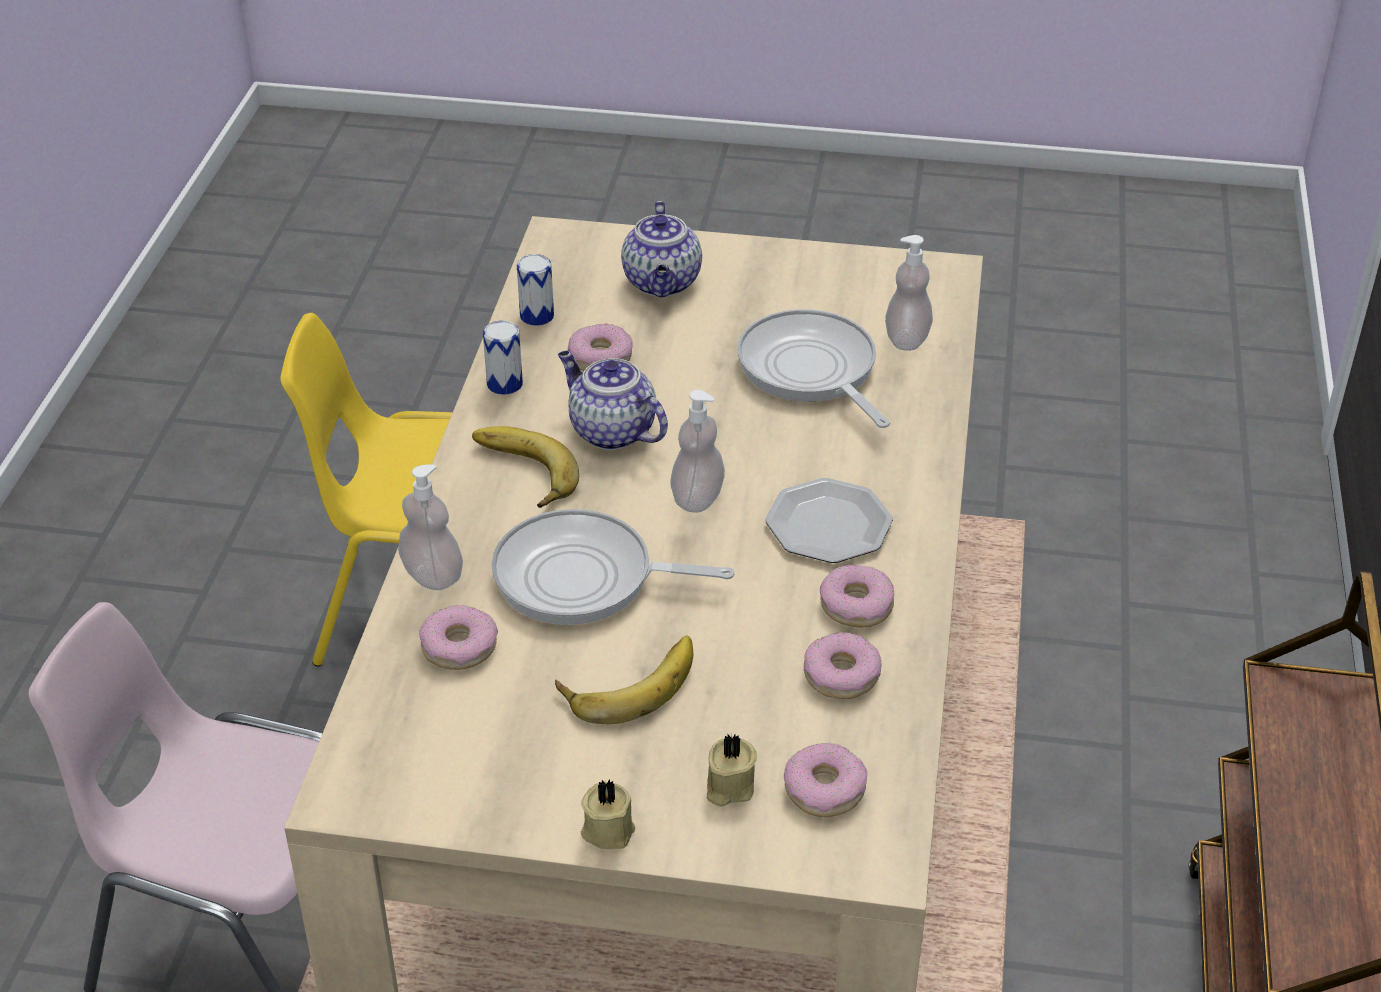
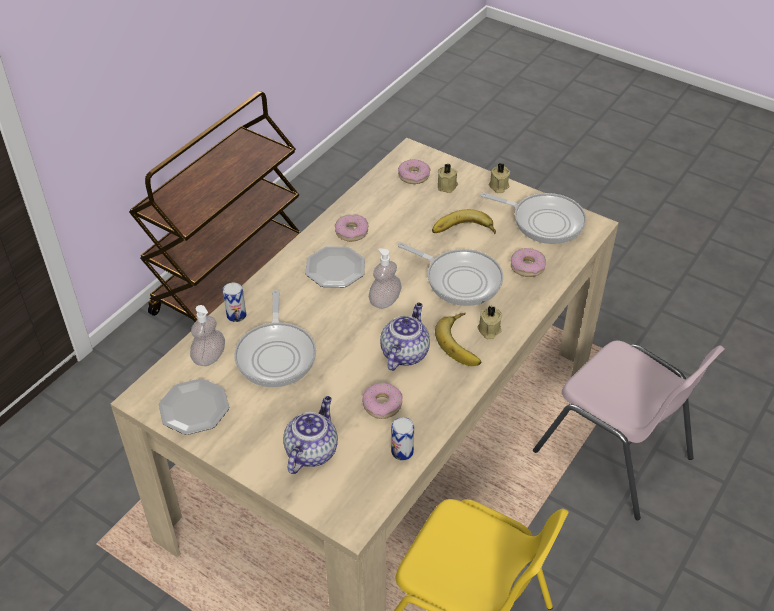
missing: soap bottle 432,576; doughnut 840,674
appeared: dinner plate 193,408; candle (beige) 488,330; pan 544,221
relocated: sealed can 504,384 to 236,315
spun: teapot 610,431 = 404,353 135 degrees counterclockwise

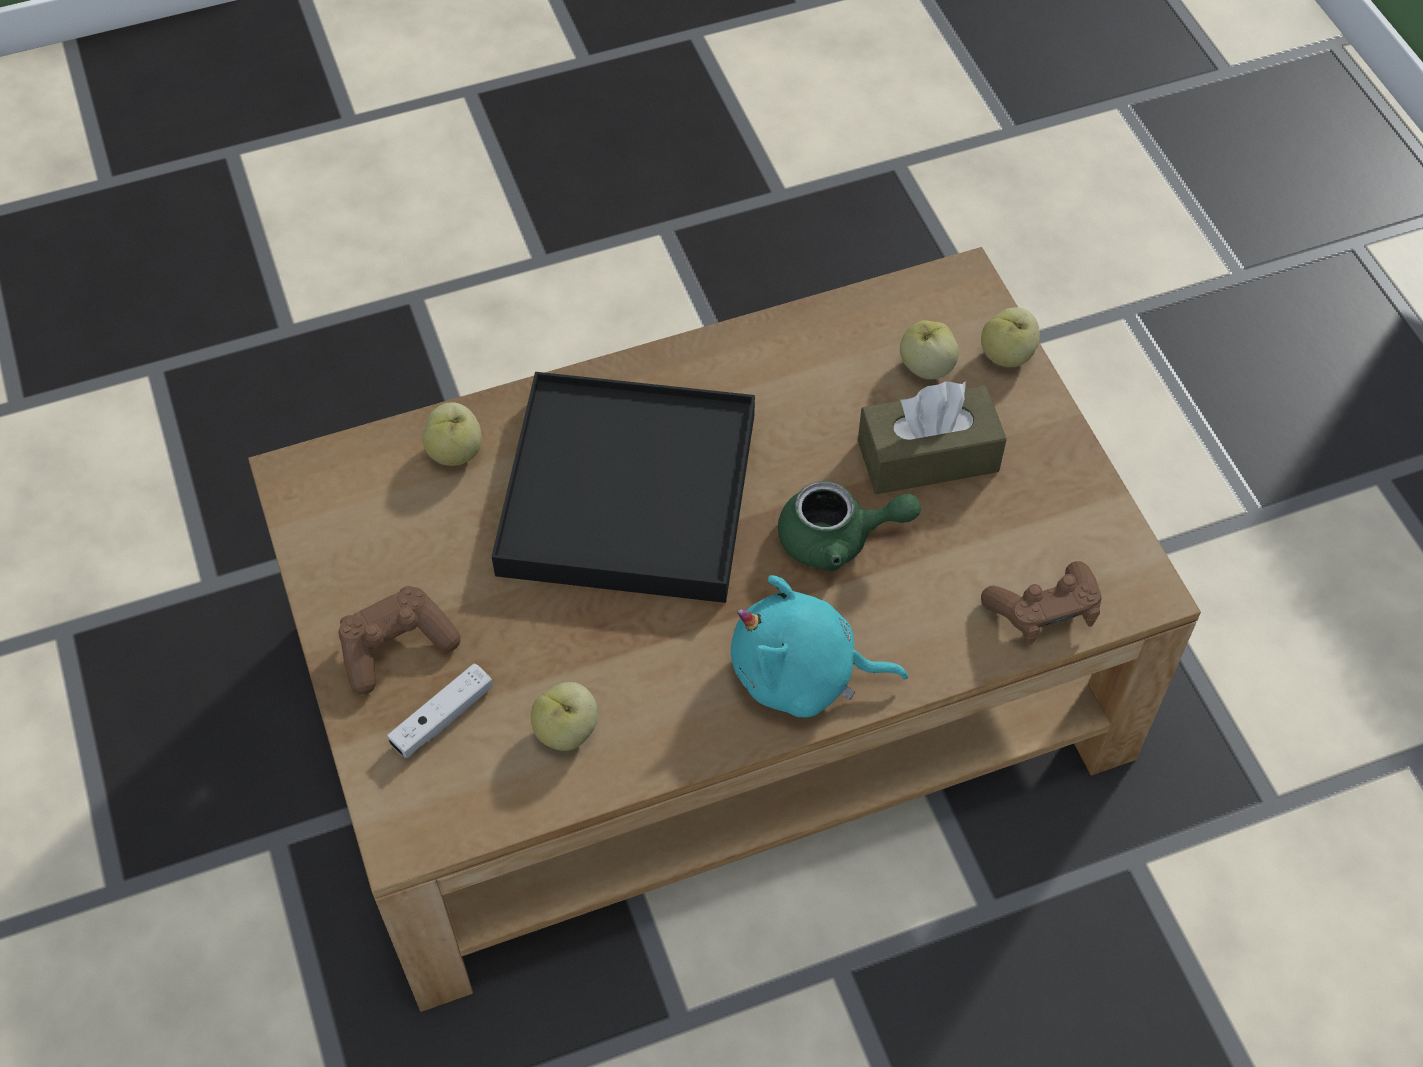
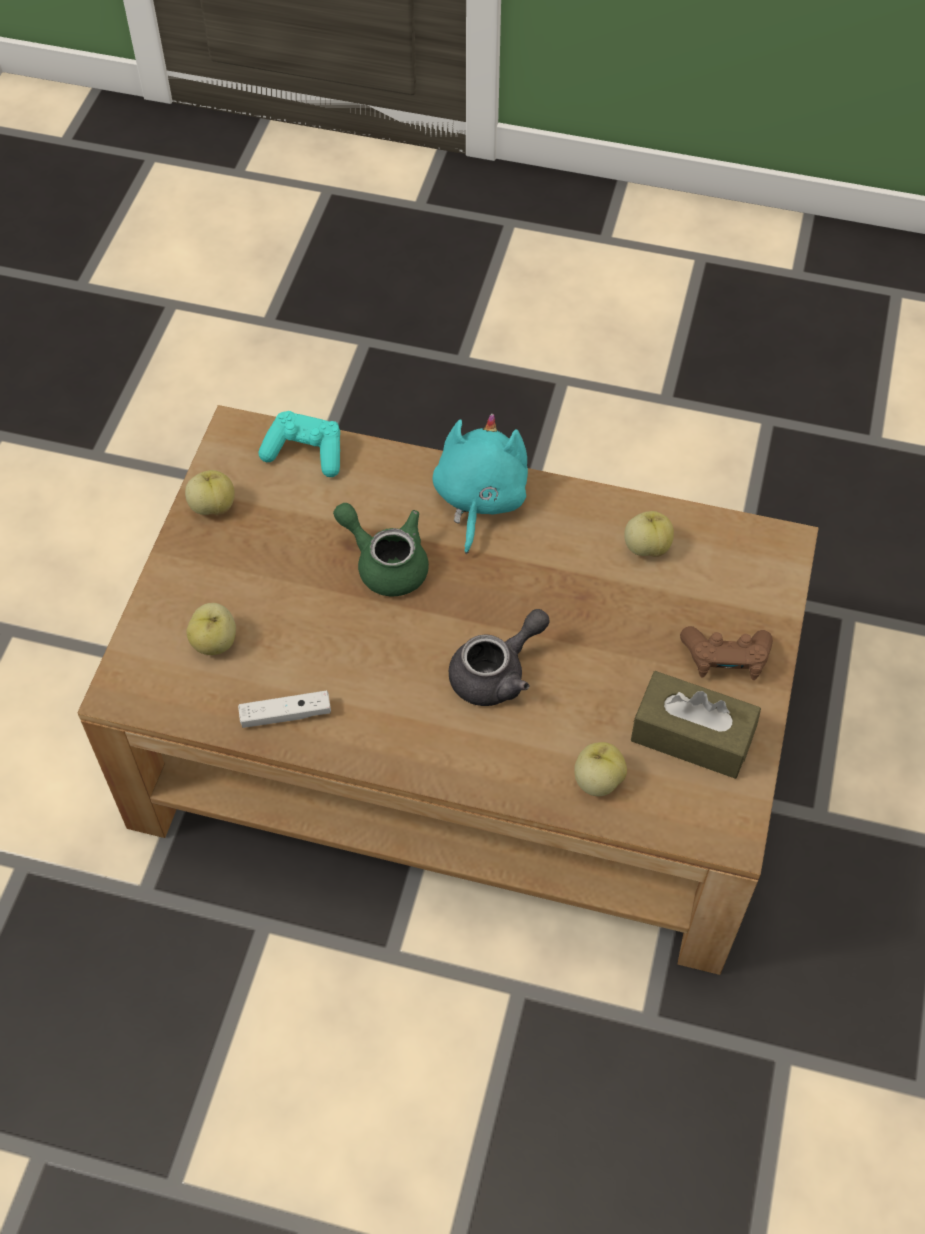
relocated: apple 1007,355 to 213,506; joypad (whitish) 442,718 to 286,715; tissue holder (brown-coloured) 928,456 to 692,736
exchanged: serving tray (blackish) 629,494 to teapot (gray) 497,673
colour: joypad (brown-coloured) 1044,612 to joypad (turquoise-coloured) 305,453
spun: plush toy (turquoise-coloured) 802,675 = 479,499 120 degrees counterclockwise

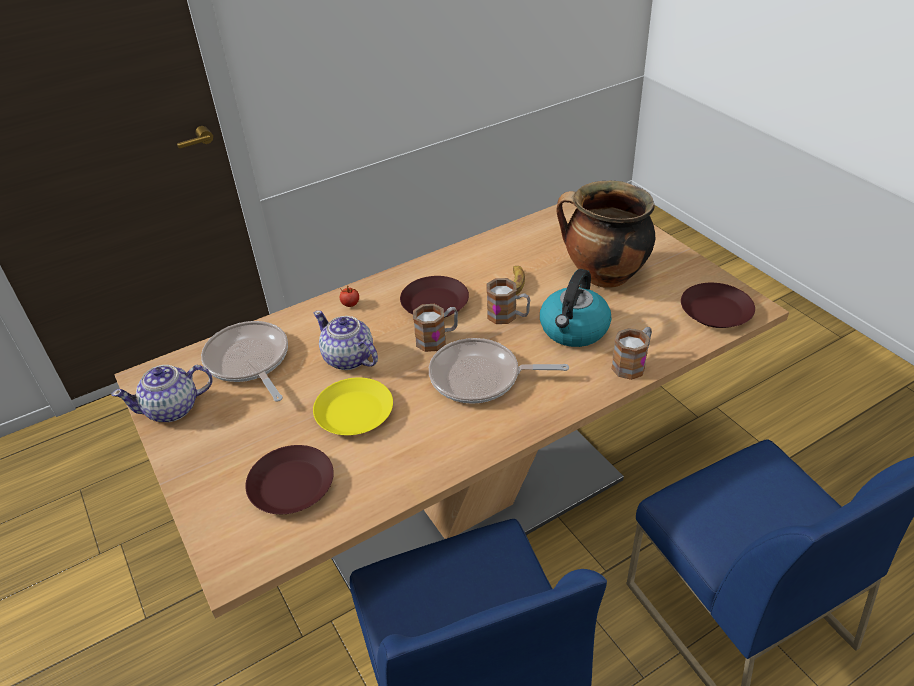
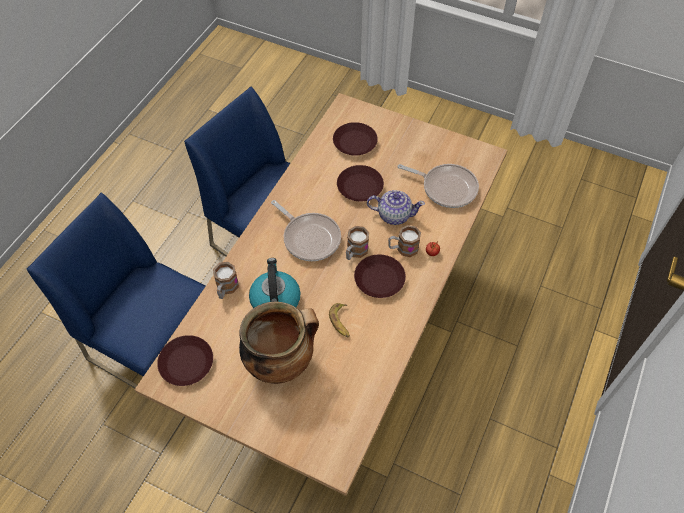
missing: teapot 173,409
relocated: mug 508,316 to 403,248
colour: dinner plate (yellow-coloured) 355,412 to dinner plate (brown-coloured) 360,187
spun: pan 480,377 = 309,237 75 degrees clockwise

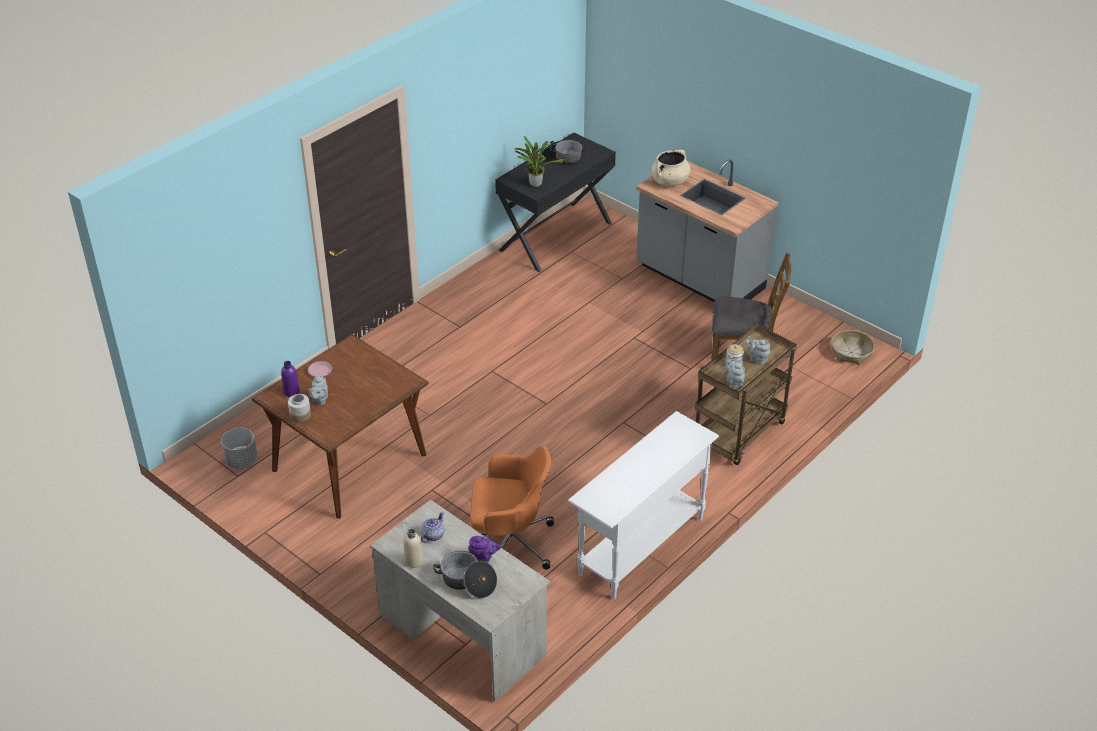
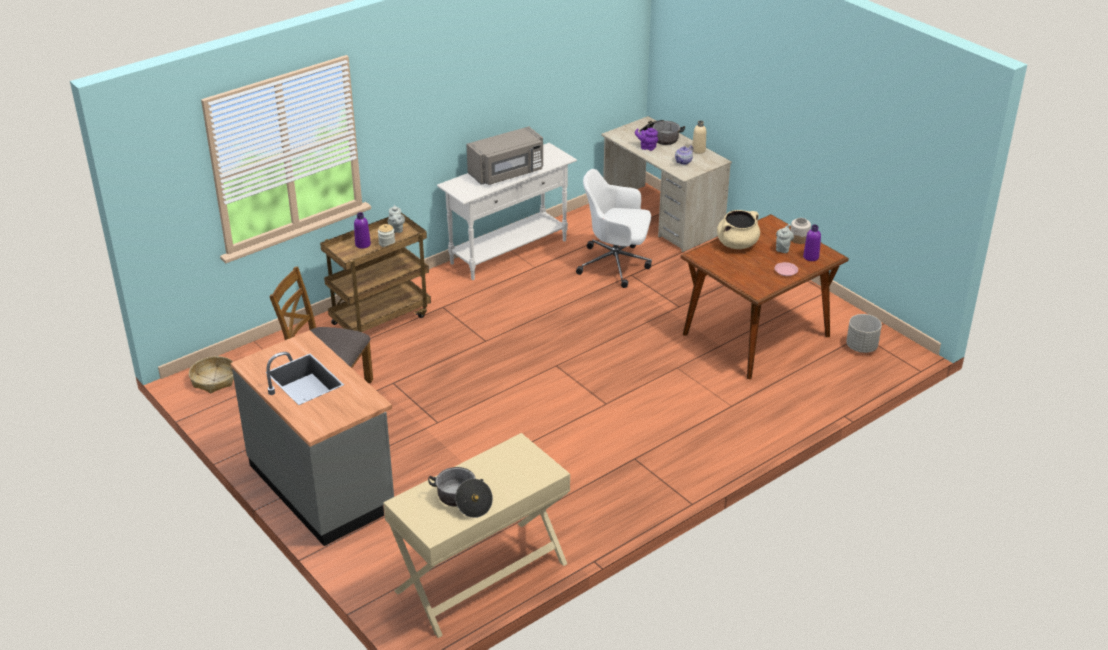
missing: plant in a pot 535,183
appeared: kitchen microwave (gray) 507,173
relocated: saucepot (beige) 670,181 to 737,244
exchanged: teapot (gray) 757,359 to beverage bottle (purplish) 363,244
colour: desk table (blackish) 555,236 to desk table (beige) 482,578; computer chair (orange-coloured) 510,543 to computer chair (whitish) 616,264

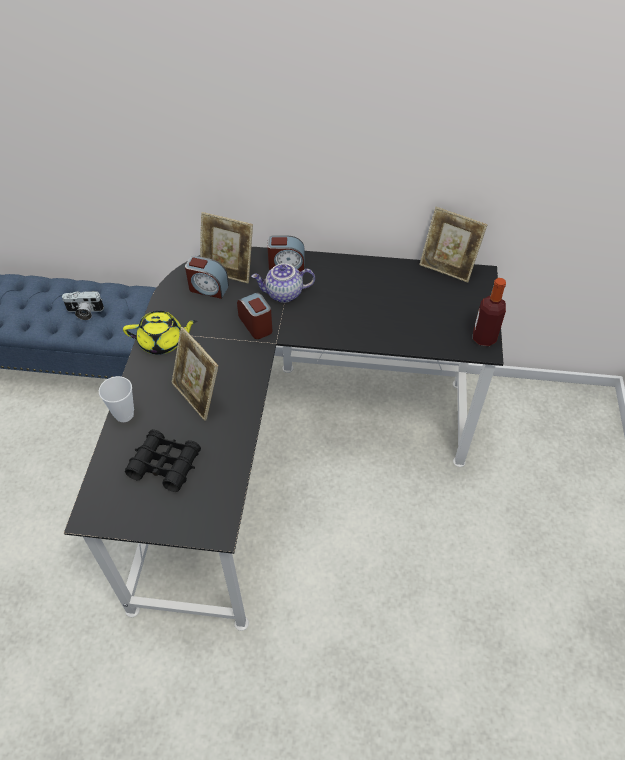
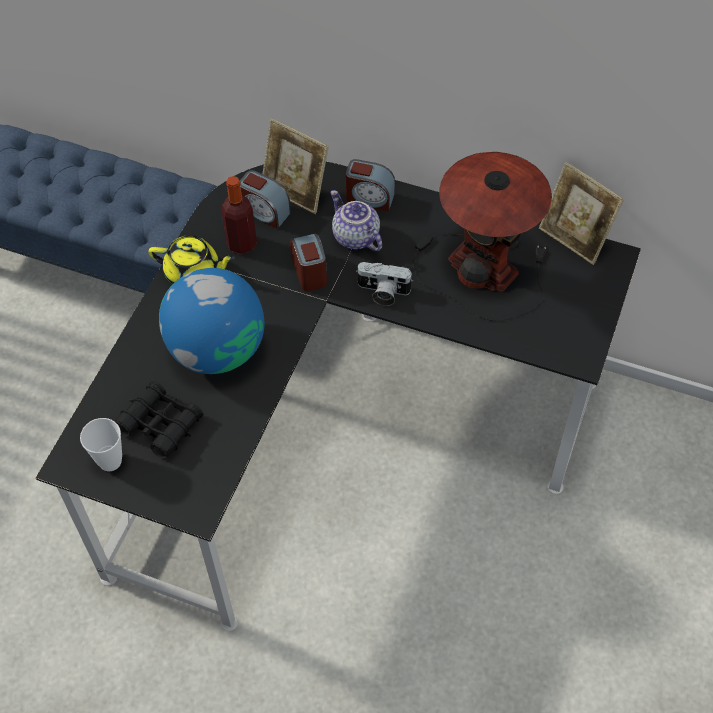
appeared: tabletop lamp 483,268
relocated: cup 124,414 to 110,461; beverage bottle 484,338 to 241,243; still camera 84,312 to 382,292
exchanged: standing frame 198,396 to desk globe 217,349
spun: teapot 284,294 = 354,237 45 degrees clockwise

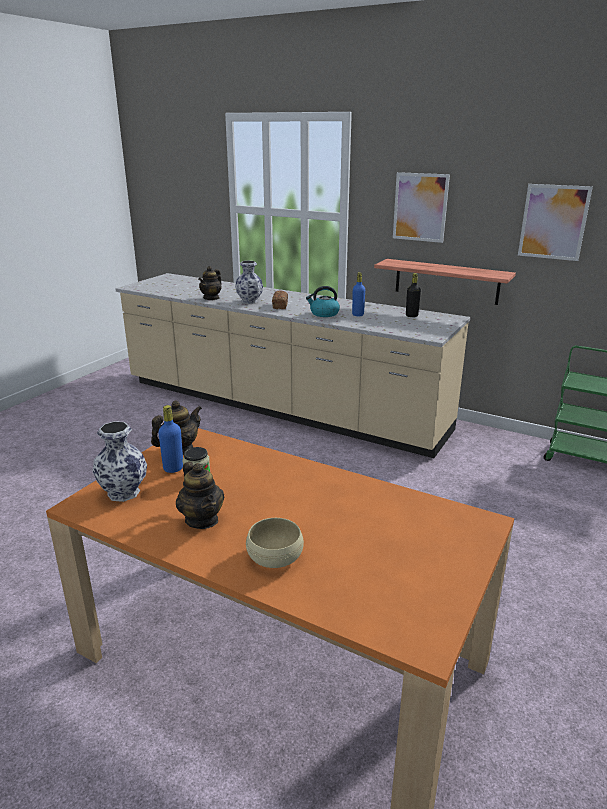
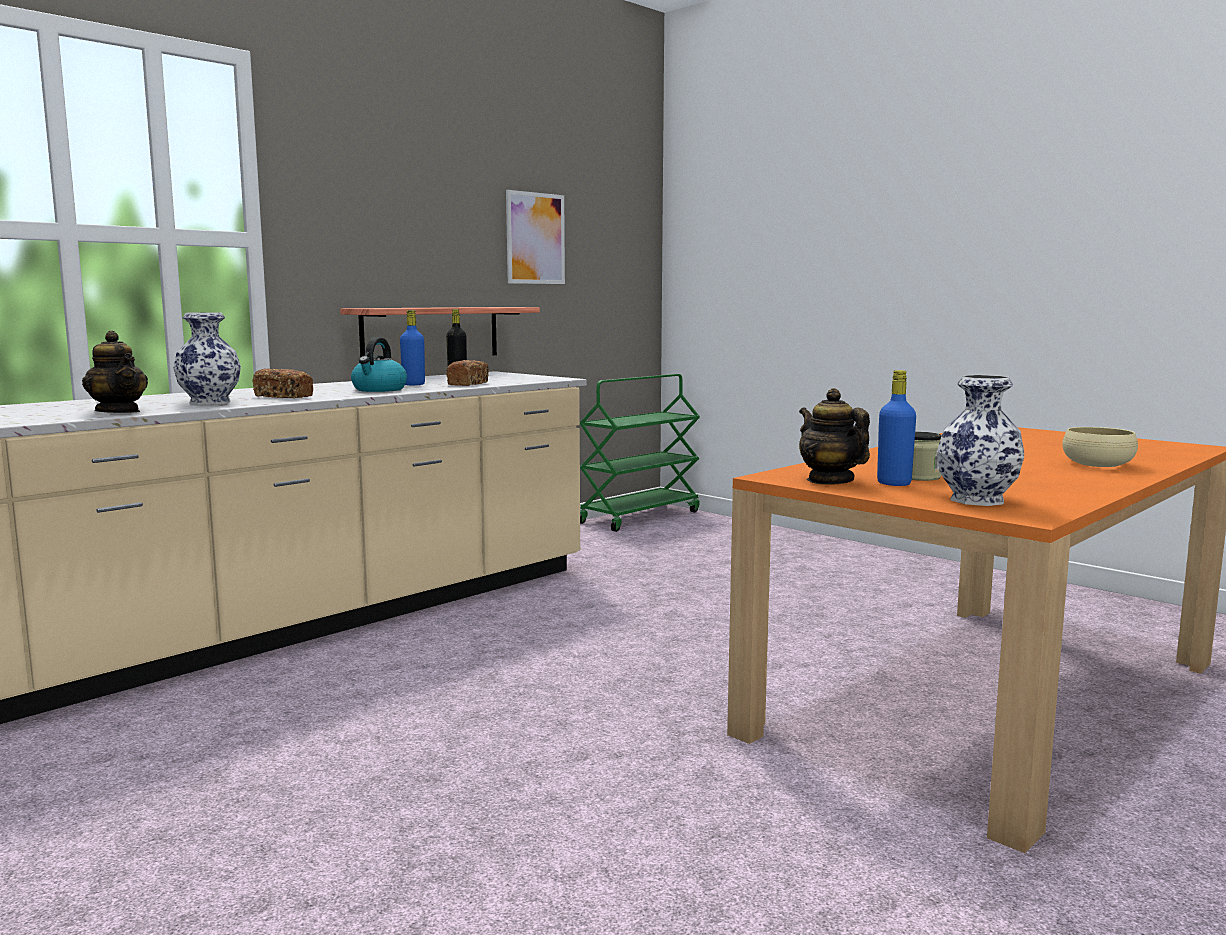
missing: teapot 202,520; picture 420,207
appeared: bakery bread 468,384

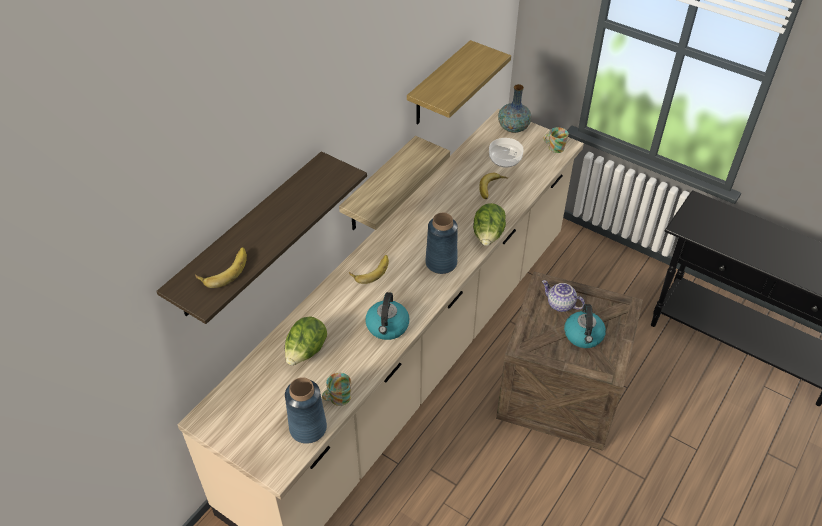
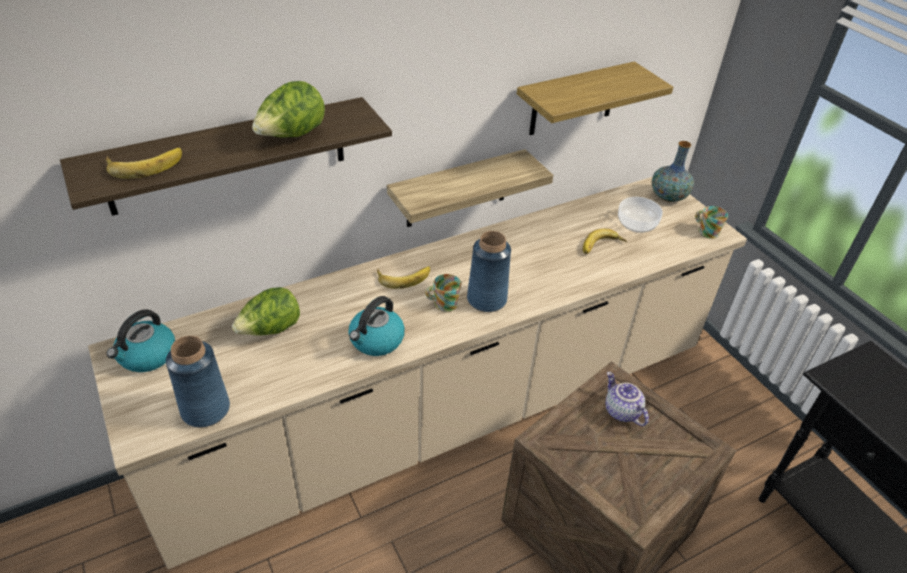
relocated: water kettle 583,336 to 147,356; lettuce head 488,236 to 291,136; mug 337,398 to 442,303

